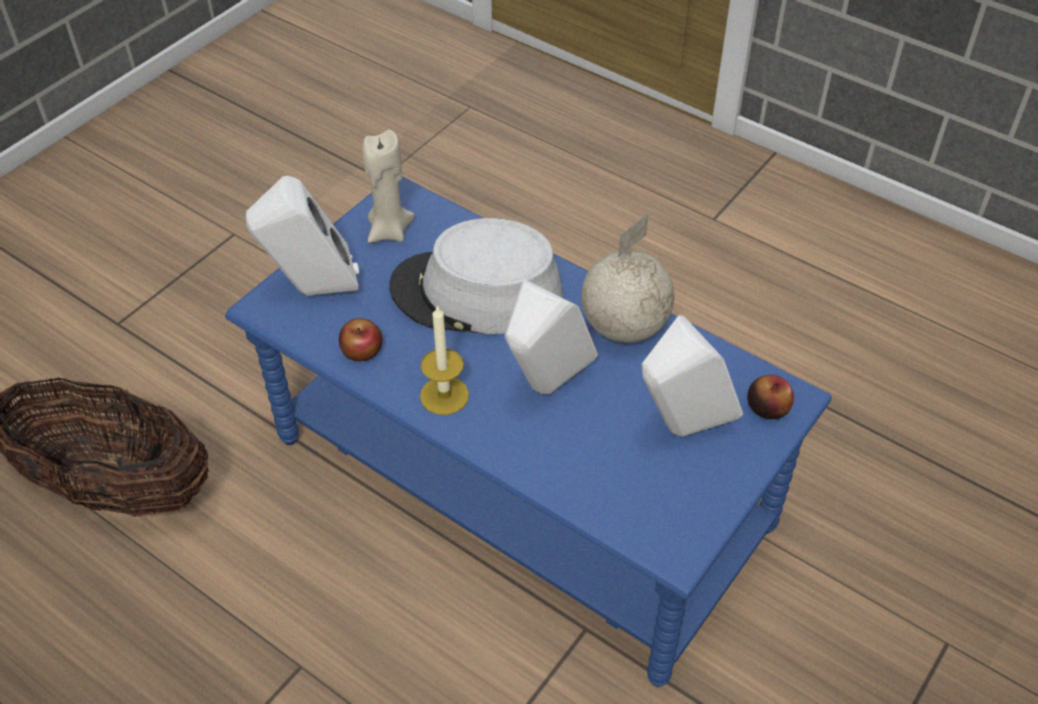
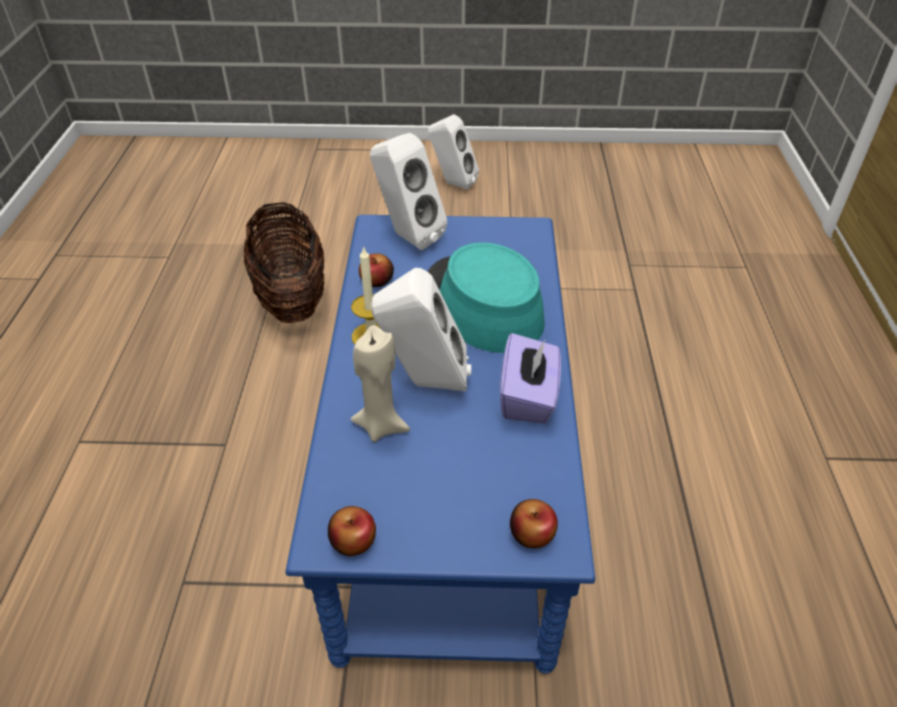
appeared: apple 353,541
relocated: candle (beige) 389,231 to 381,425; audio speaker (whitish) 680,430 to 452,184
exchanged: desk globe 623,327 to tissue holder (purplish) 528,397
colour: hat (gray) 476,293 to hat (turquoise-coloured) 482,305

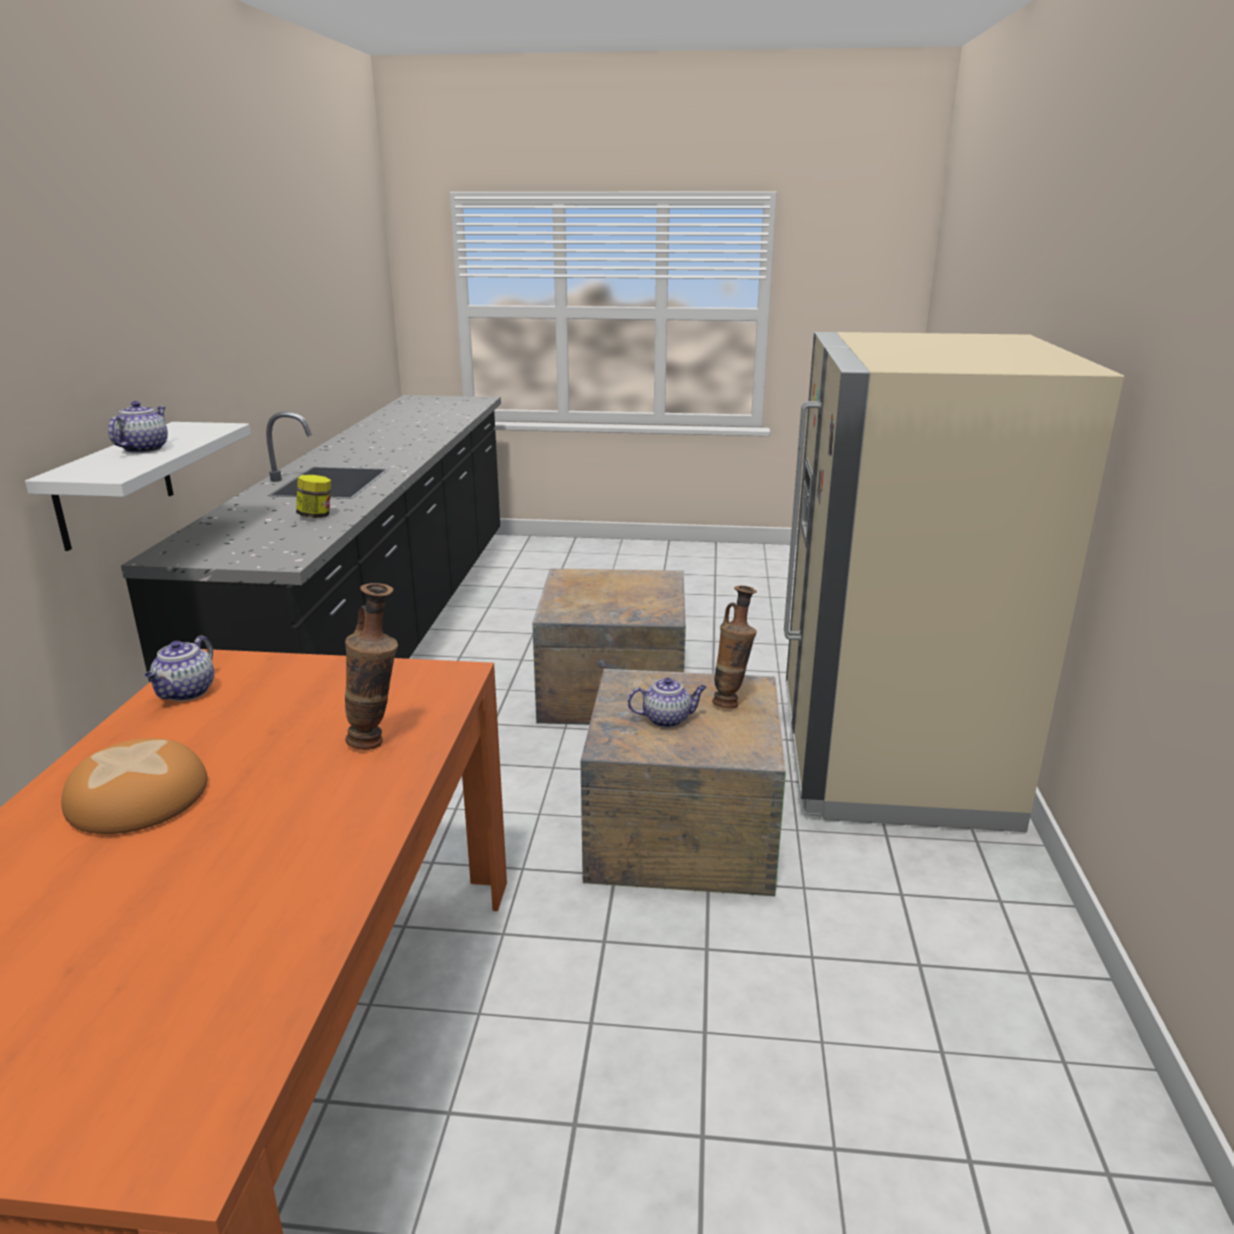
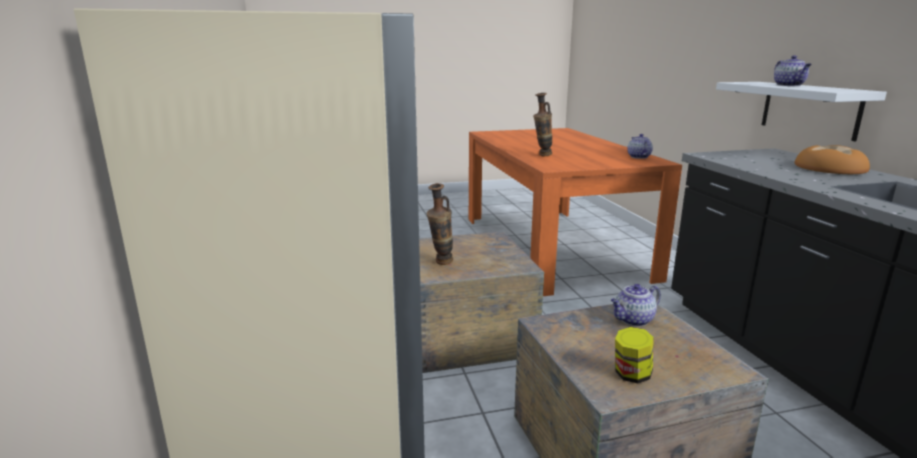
relocated: teapot 667,719 to 633,320; jar 316,516 to 631,375; bakery bread 139,797 to 829,168

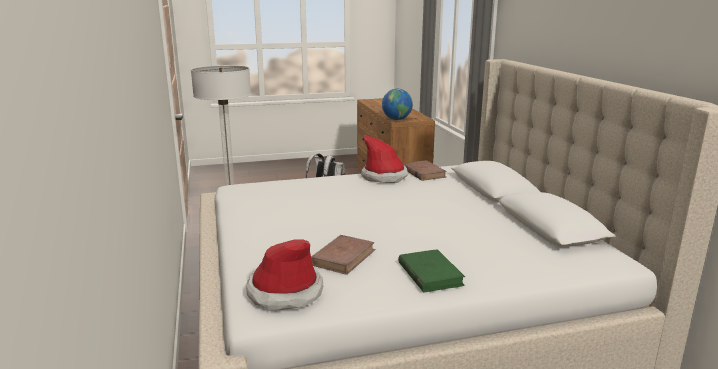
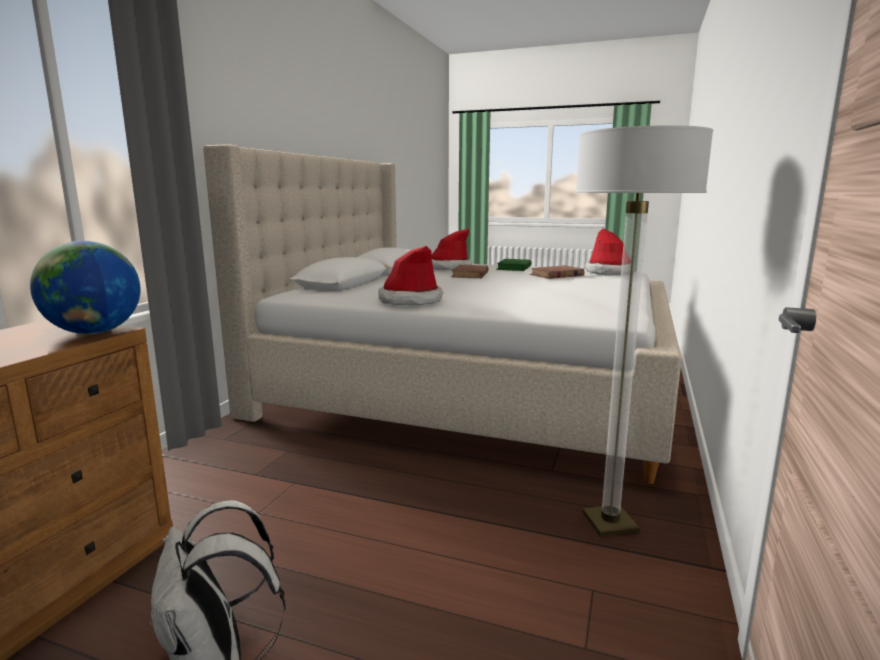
appeared: hat 449,267
relocated: bound book (brown-coloured) 423,173 to 470,274

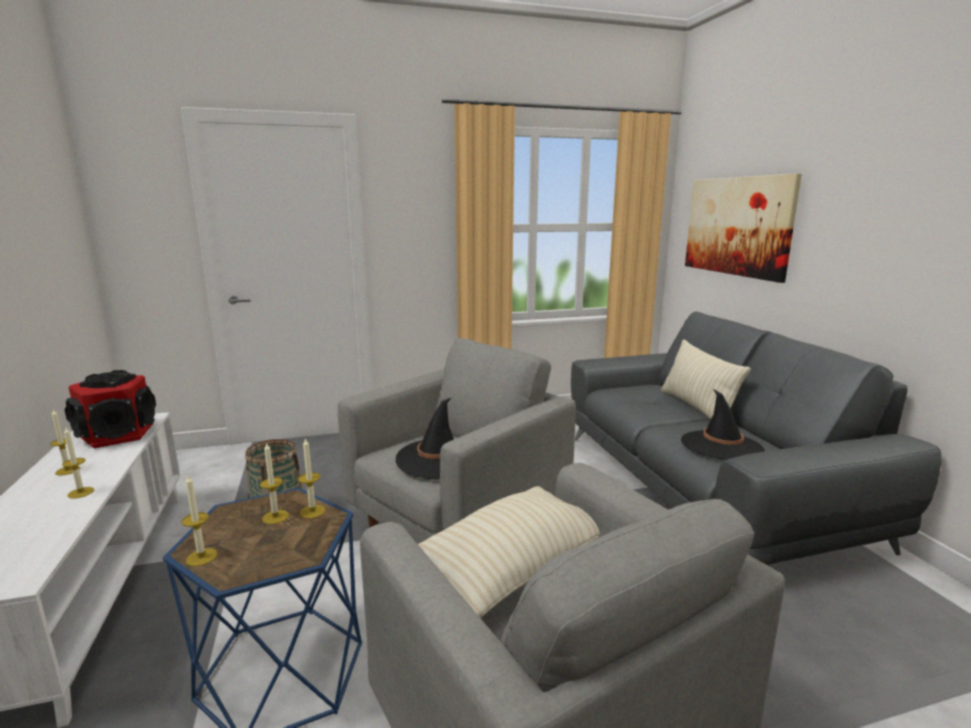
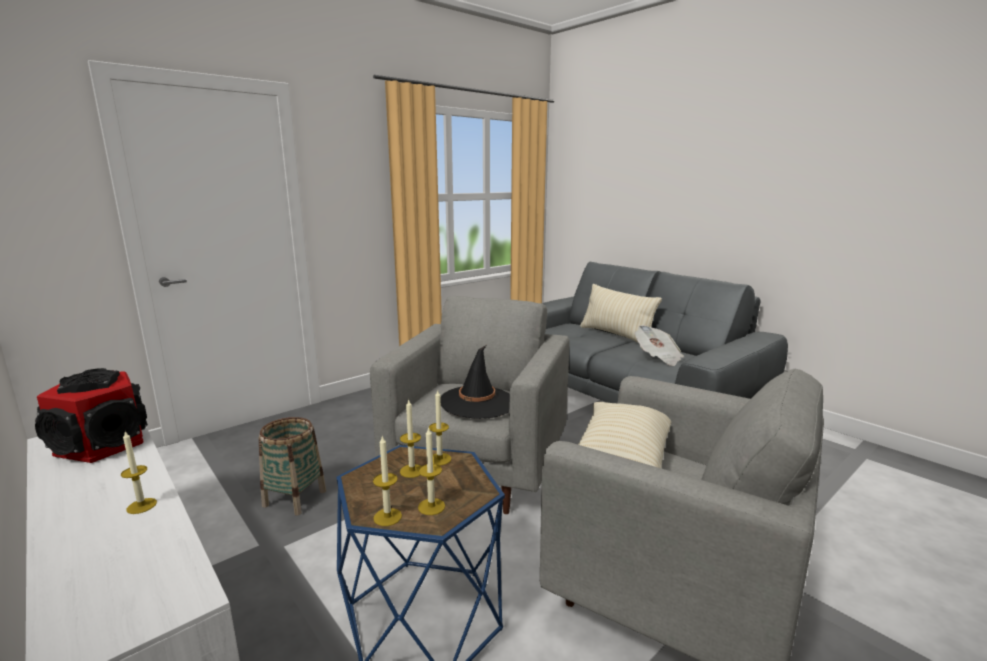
missing: picture 737,226
relocated: candle 67,470 to 431,506
exchanged: hat (blackish) 721,446 to daily paper 658,357

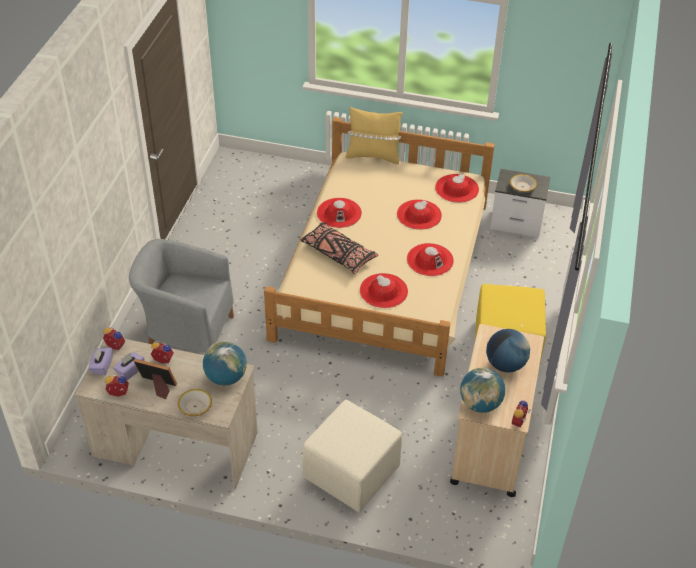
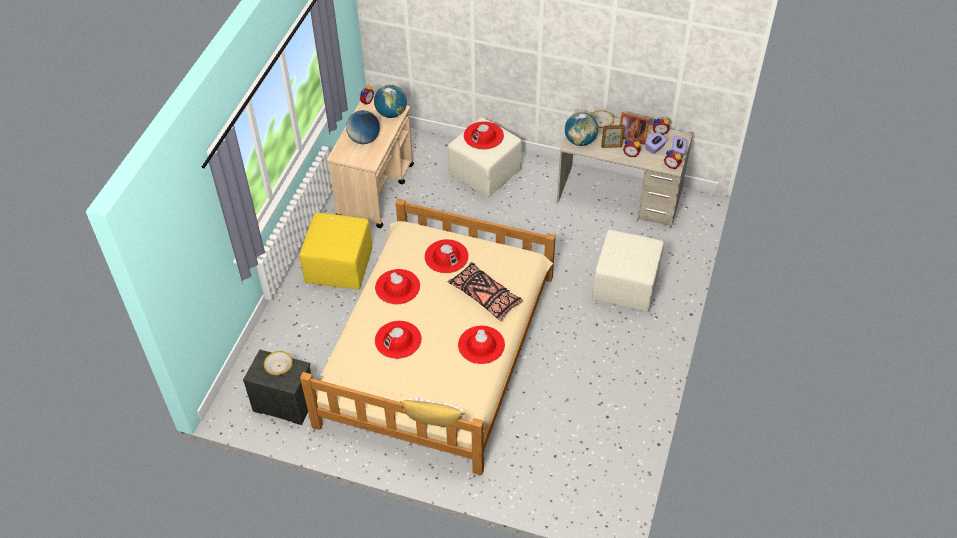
appeared: standing frame 611,146
relocated: hat (red) 456,188 to 483,136
exchanged: armchair (gray) 187,333 to pouffe (beige) 625,287

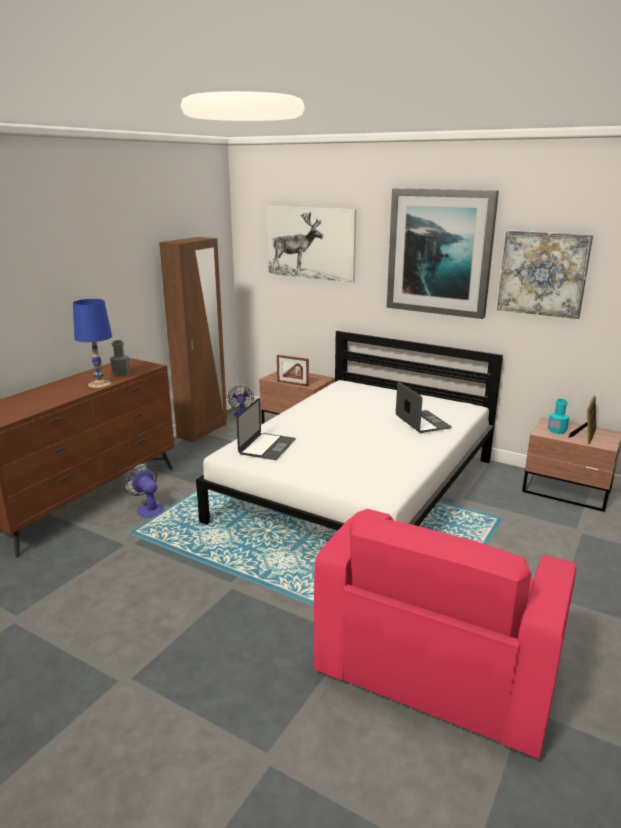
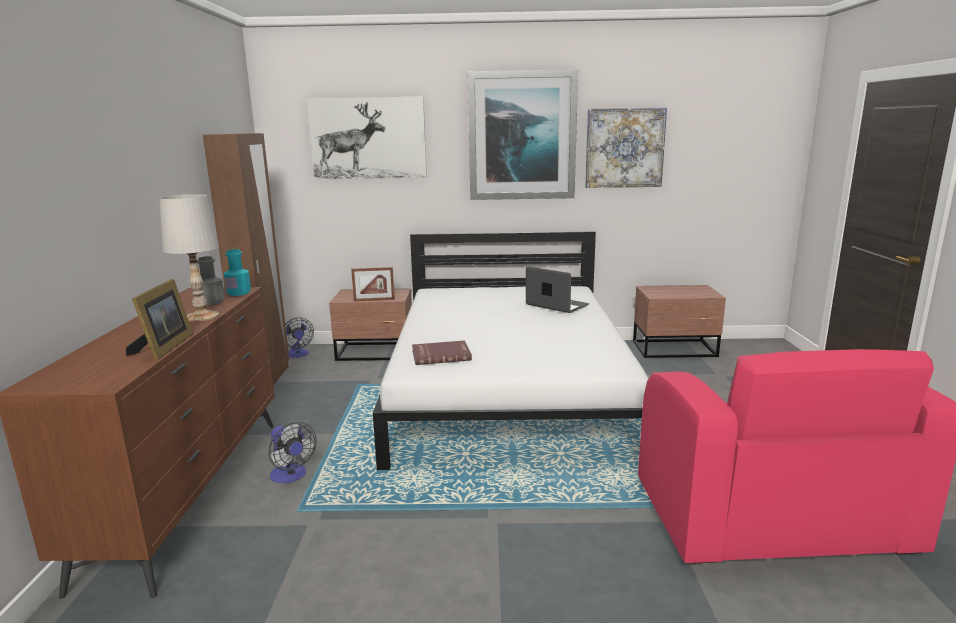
relocated: standing frame 585,435 to 164,347; beverage bottle (turquoise-coloured) 556,430 to 239,293
exchanged: laptop 267,446 to bound book (red) 441,355
colour: tabletop lamp (bluish) 100,384 to tabletop lamp (whitish) 202,316
spun: electric fan 147,508 = 291,476 150 degrees counterclockwise

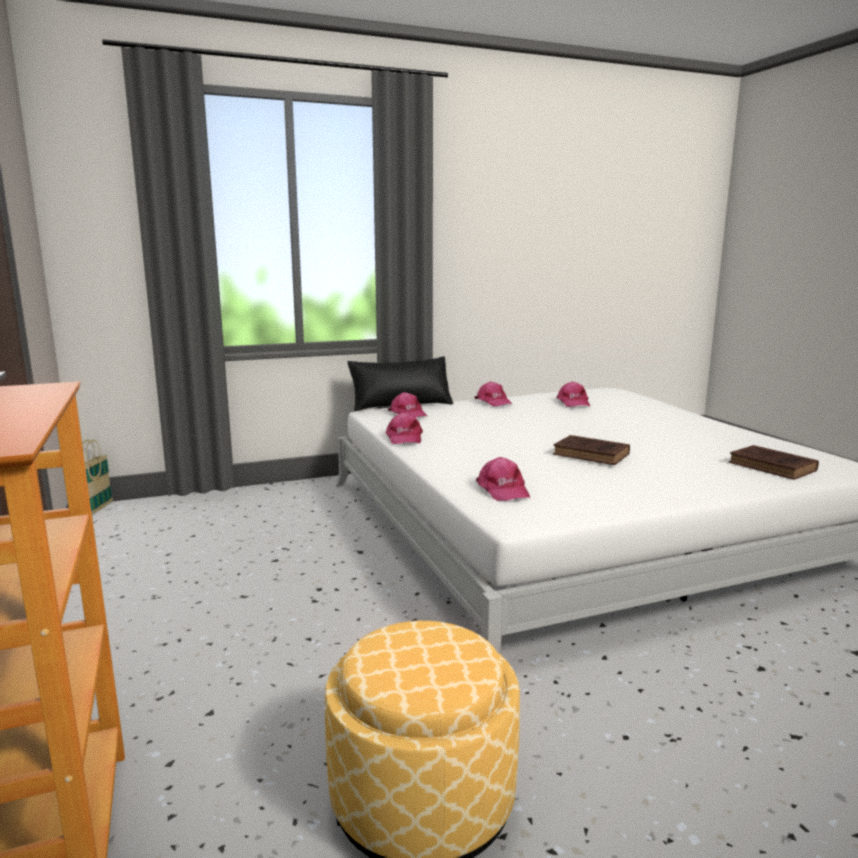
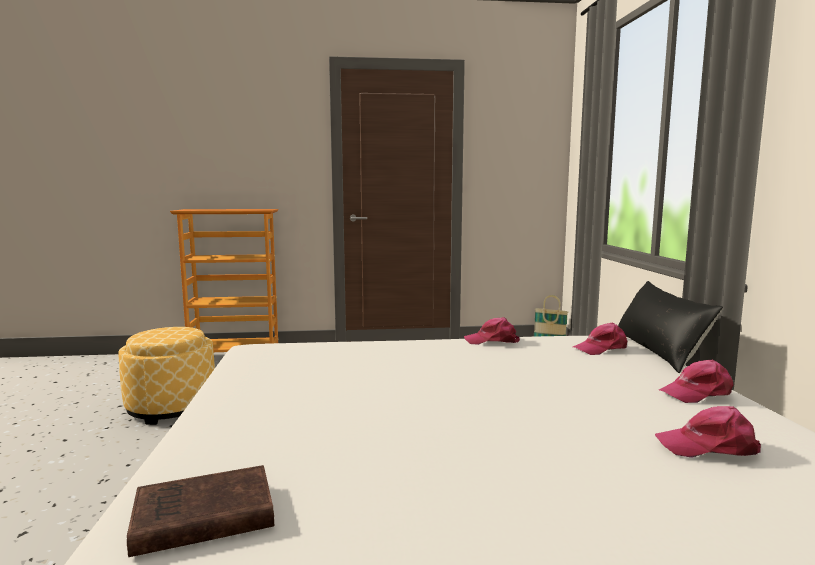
missing: baseball cap (pink-coloured) 502,490; bound book (brown-coloured) 593,455

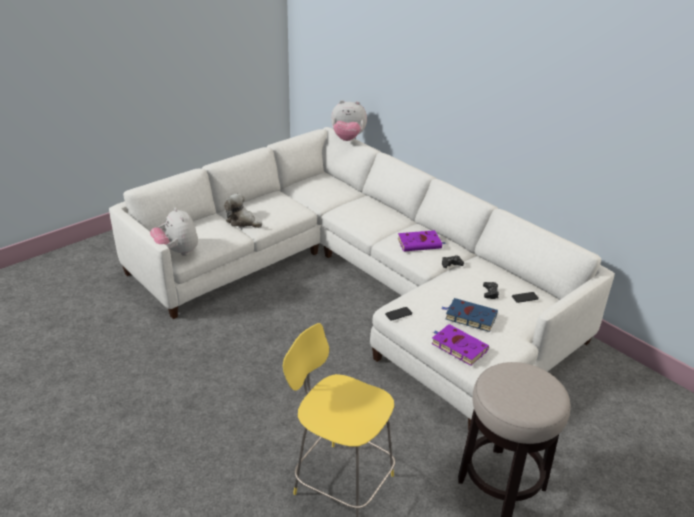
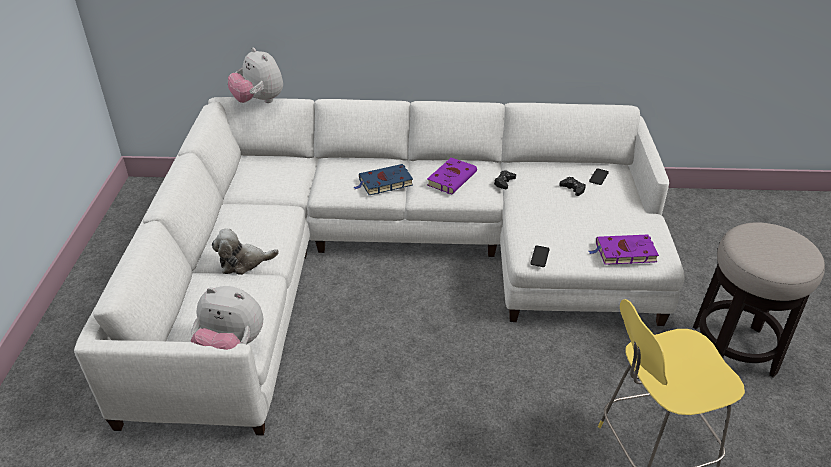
relocated: bound book (bluish) 469,317 to 384,183
spun: plush toy 347,139 = 259,101 90 degrees clockwise

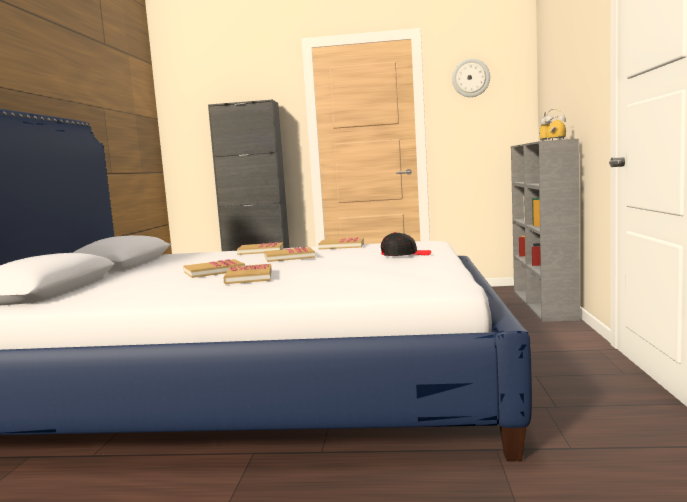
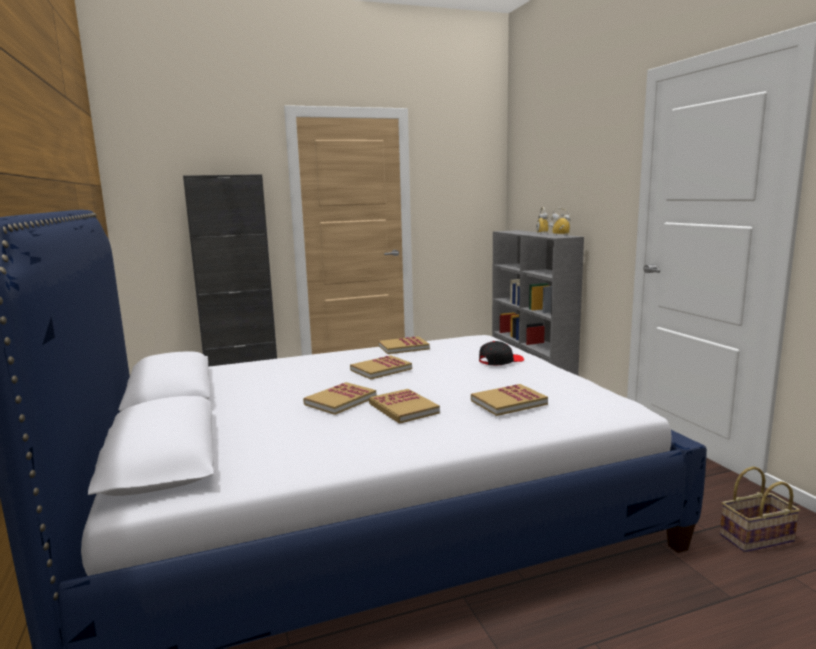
missing: wall clock 470,78
appeared: storage basket 756,539
relocated: bound book 261,251 to 508,402

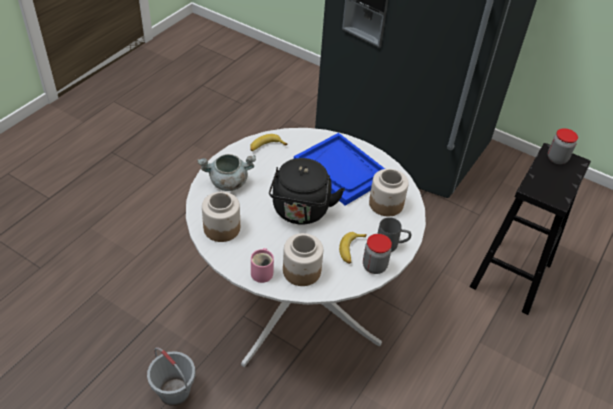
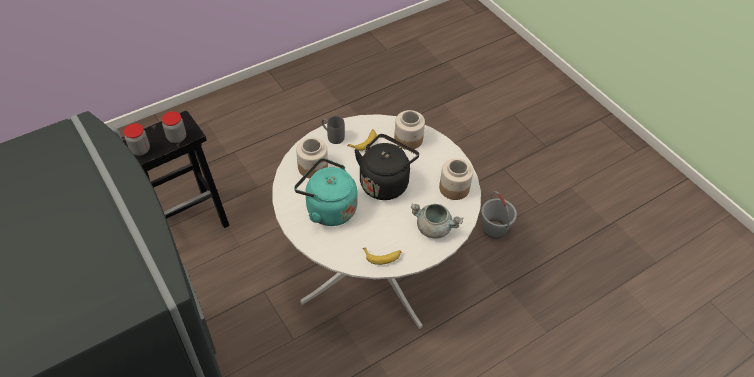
missing: mug (pink-coloured) 263,272
relocated: jar 374,266 to 177,137
exchanged: serving tray (bluish) 341,170 to water kettle (turquoise-coloured) 328,209

